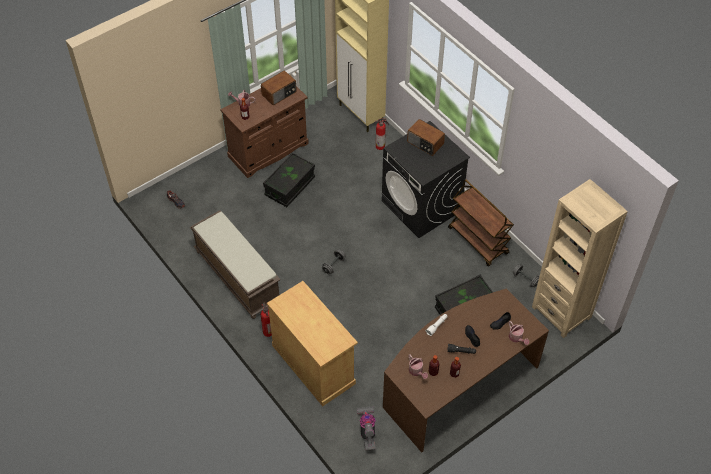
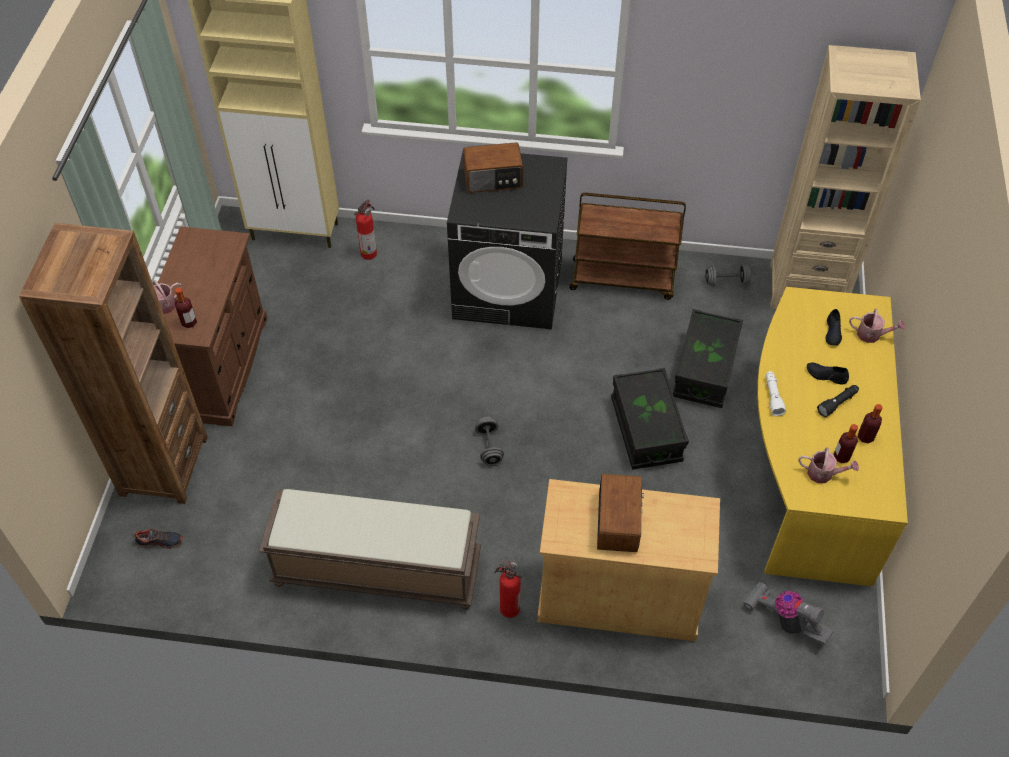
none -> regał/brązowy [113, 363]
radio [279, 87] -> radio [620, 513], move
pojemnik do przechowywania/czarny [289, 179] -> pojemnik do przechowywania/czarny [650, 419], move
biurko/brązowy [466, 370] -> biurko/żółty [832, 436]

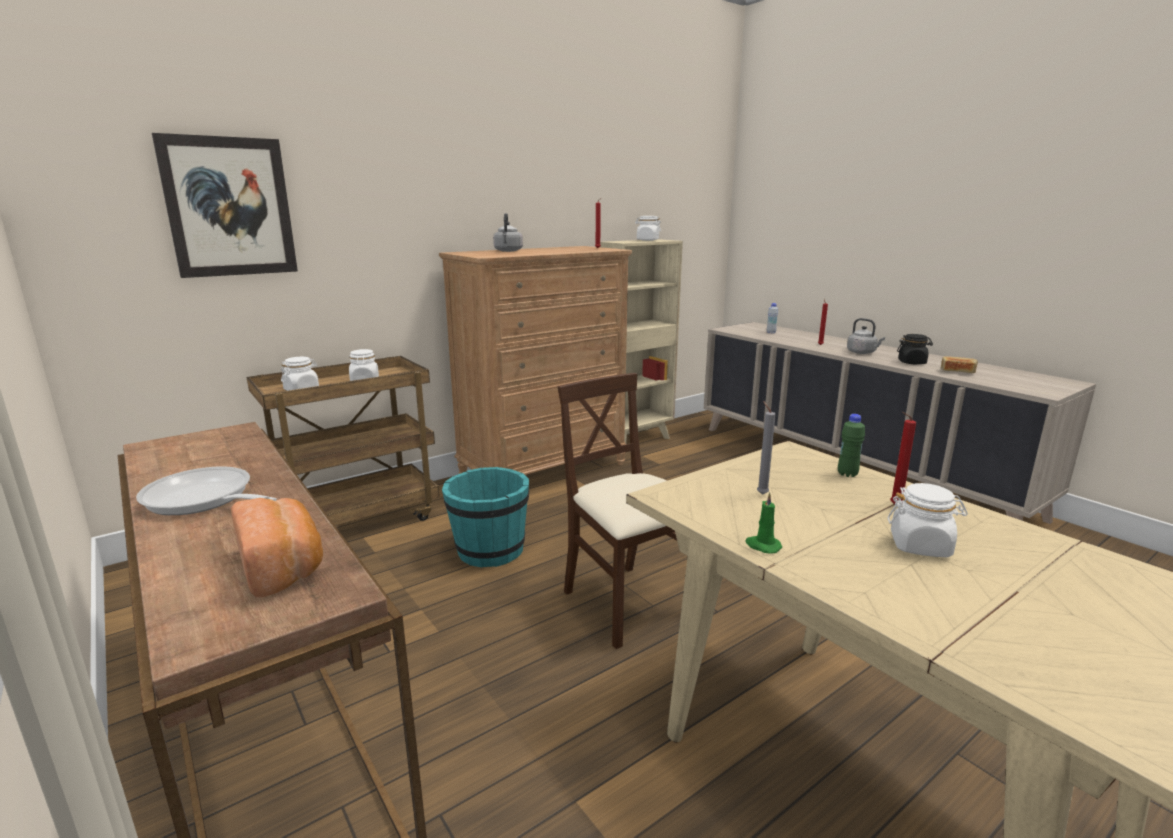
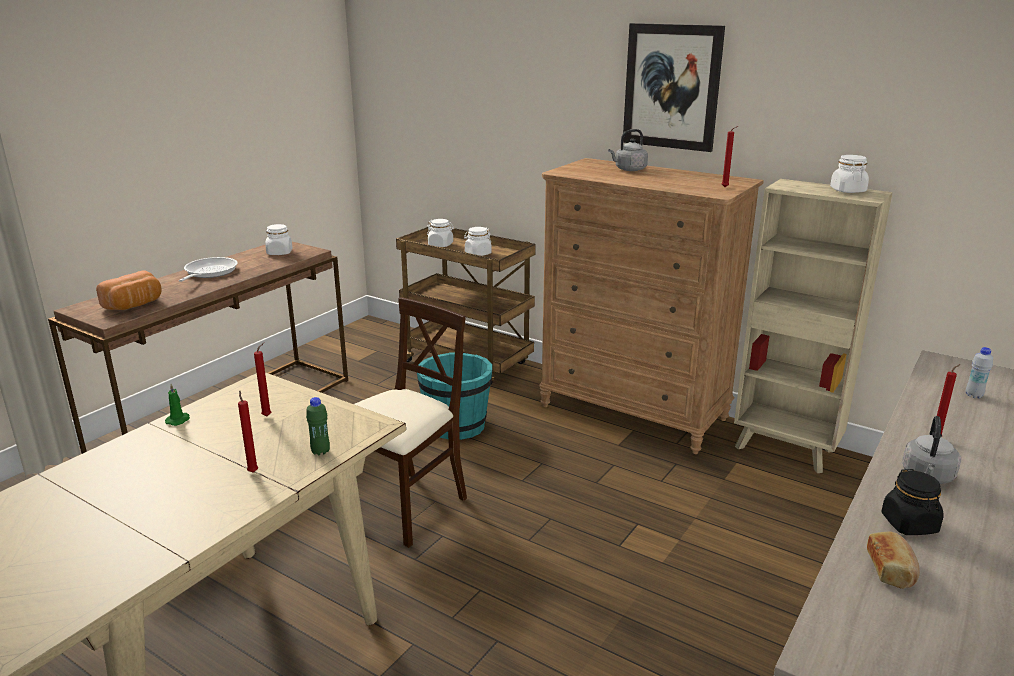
obraz [225, 205] -> obraz [674, 87], move
słoik/biały [928, 520] -> słoik/biały [278, 239], move
świeca/szary [766, 448] -> świeca/czerwony [262, 379]

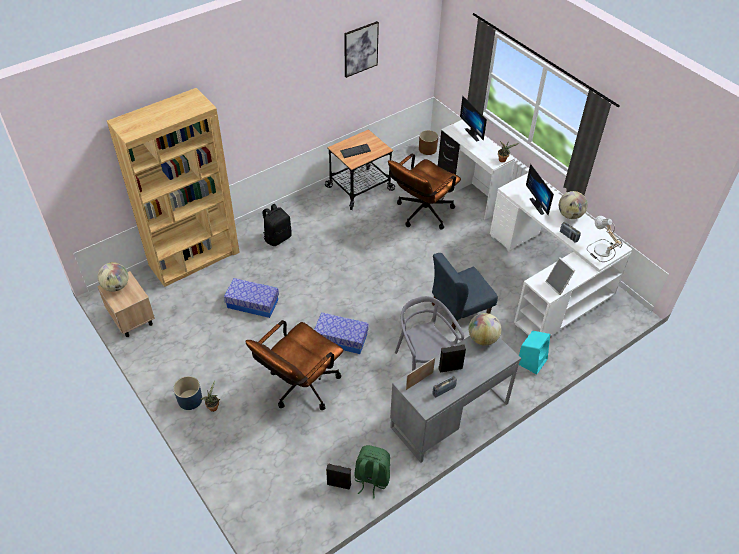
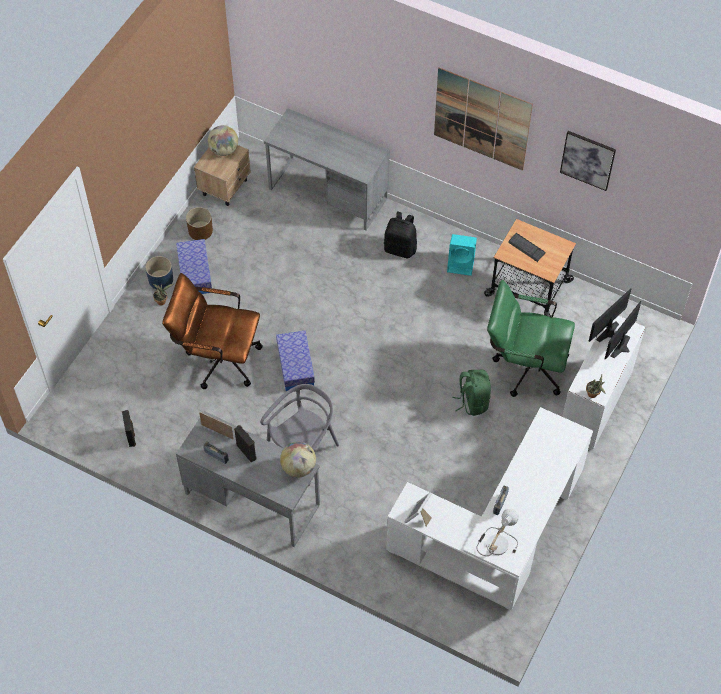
krzesło/niebieski [465, 291] -> none
globus [573, 205] -> none
none -> obraz [483, 119]
pojemnik do przechowywania [251, 298] -> pojemnik do przechowywania [194, 266], move
plecak/zielony [372, 471] -> plecak/zielony [471, 393], move
donica/brązowy [428, 142] -> donica/brązowy [199, 223], move
głośnik/turkusowy [534, 353] -> głośnik/turkusowy [462, 255], move
monitor [540, 189] -> monitor [610, 315], move
regał/brązowy [173, 187] -> biurko/szary [327, 170]
krzesło biurowe/brązowy [424, 191] -> krzesło biurowe/zielony [531, 338]

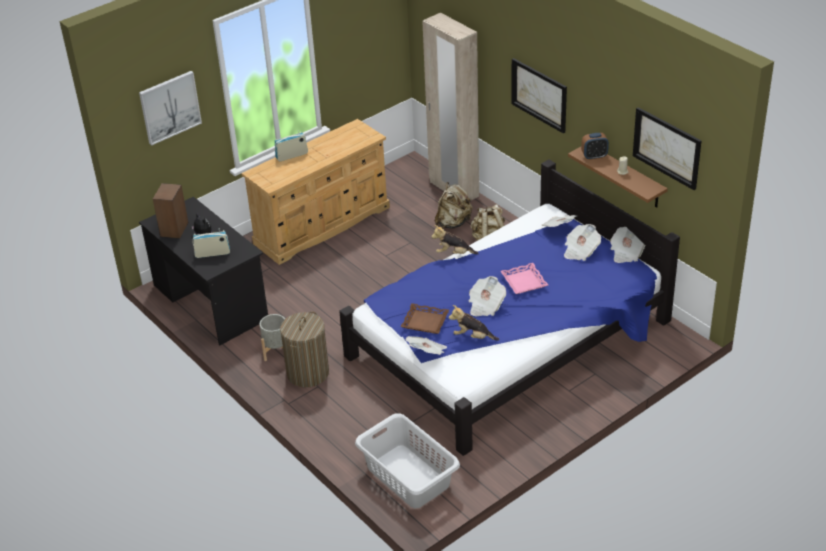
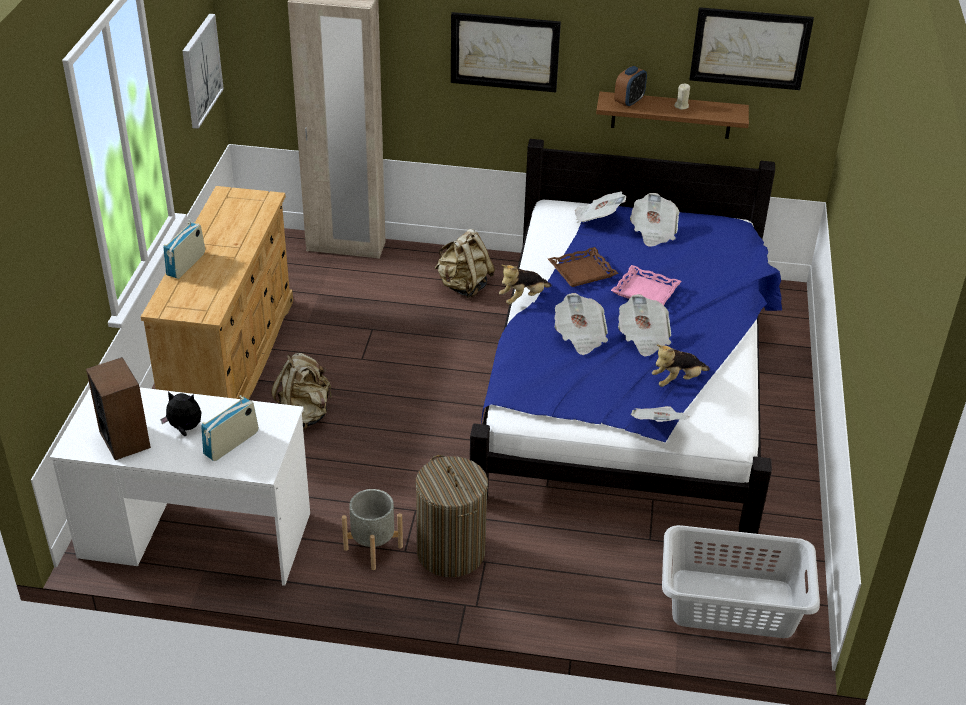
obraz [170, 108] -> obraz [203, 71], move
taca/brązowy [424, 318] -> taca/brązowy [583, 267], move
plecak/beżowy [453, 205] -> plecak/beżowy [301, 391], move
gazeta [627, 245] -> gazeta [581, 324], move
biurko/czarny [203, 271] -> biurko/biały [180, 486]

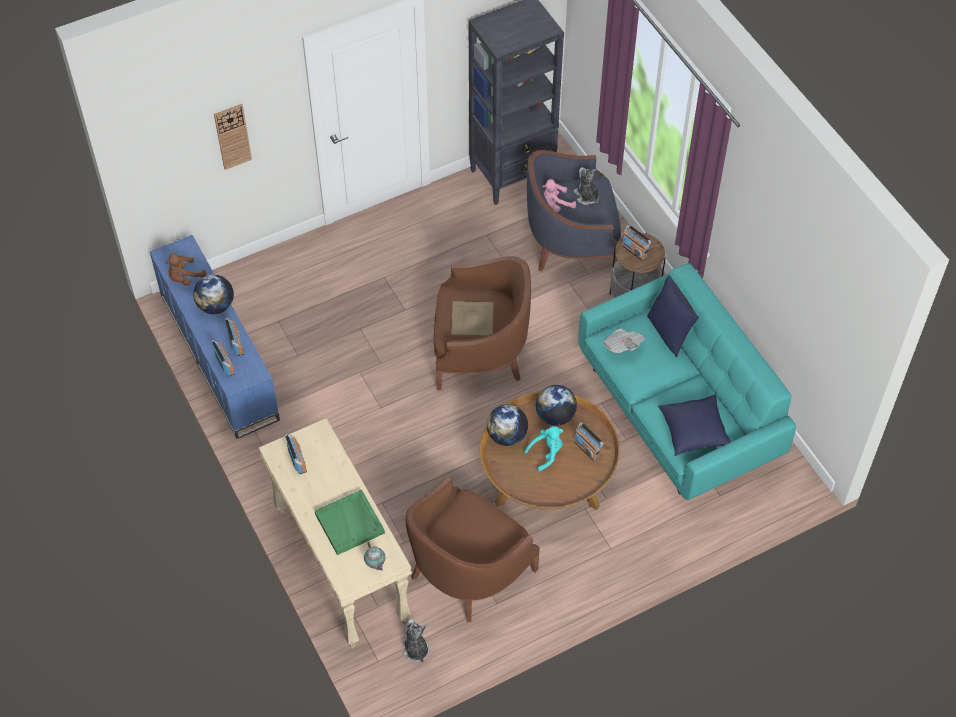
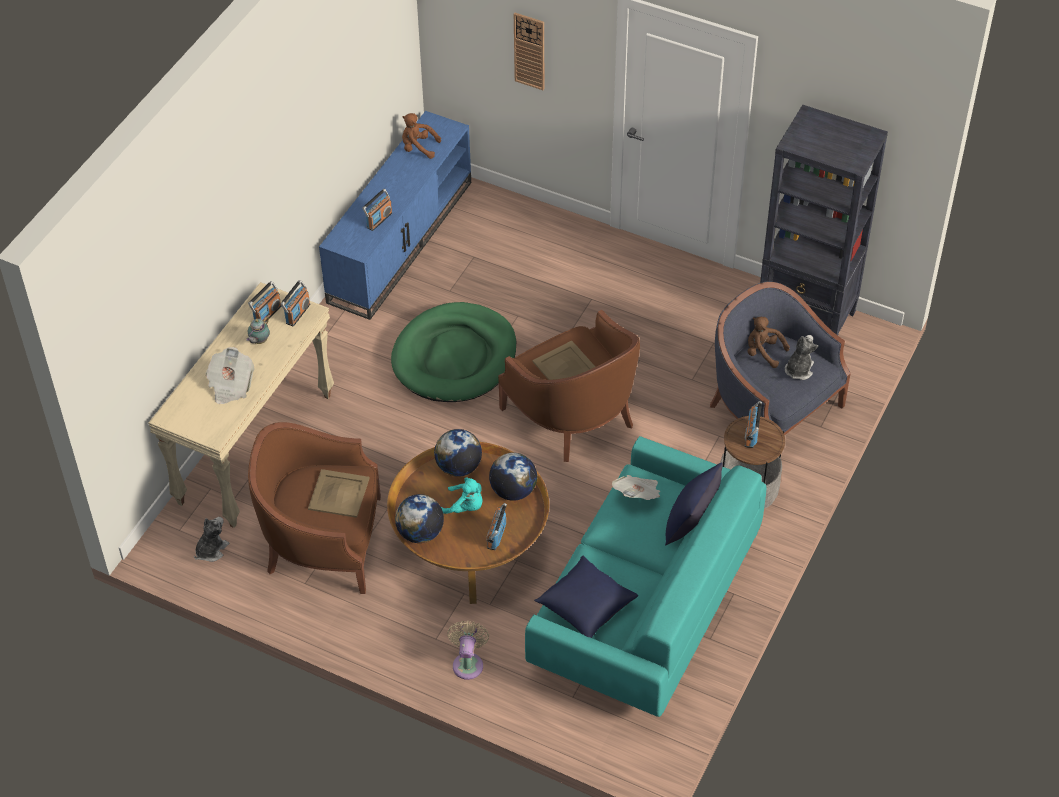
none -> taca/beżowy [339, 493]
none -> legowisko/zielony [453, 352]
none -> wentylator/beżowy [468, 650]
globus [213, 294] -> globus [419, 518], move
radio [223, 358] -> radio [295, 303], move
imbryk [374, 556] -> imbryk [258, 329], move
taca/zielony [350, 522] -> gazeta [230, 375]
pluszak/różowy [559, 195] -> pluszak/brązowy [769, 342]

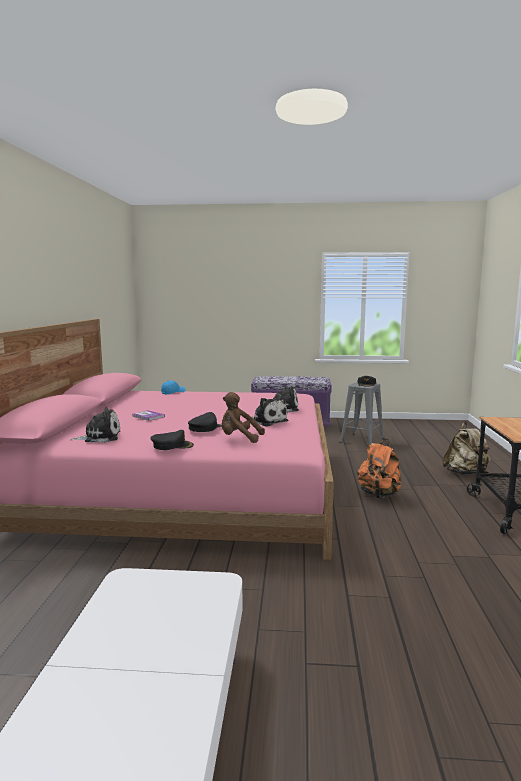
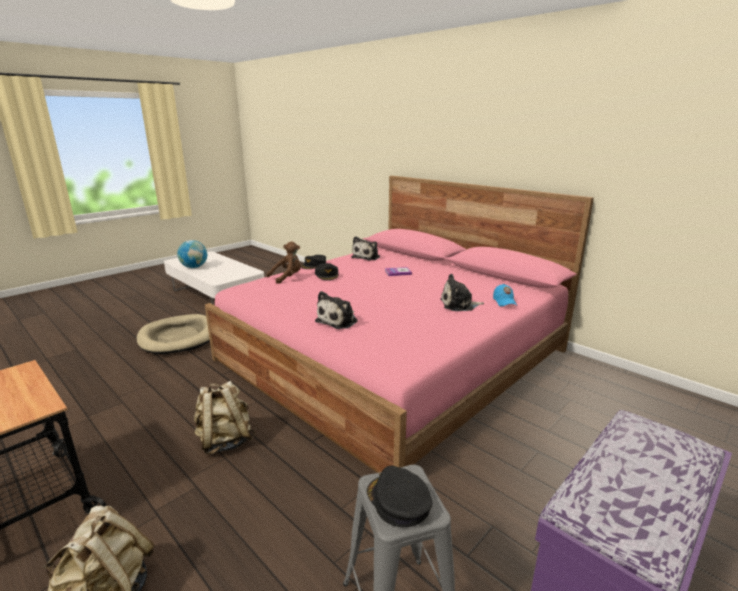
none -> legowisko/beżowy [173, 334]
none -> globus [192, 254]
pluszak [270, 412] -> pluszak [462, 292], move
plecak/pomarańczowy [379, 468] -> plecak/beżowy [224, 418]

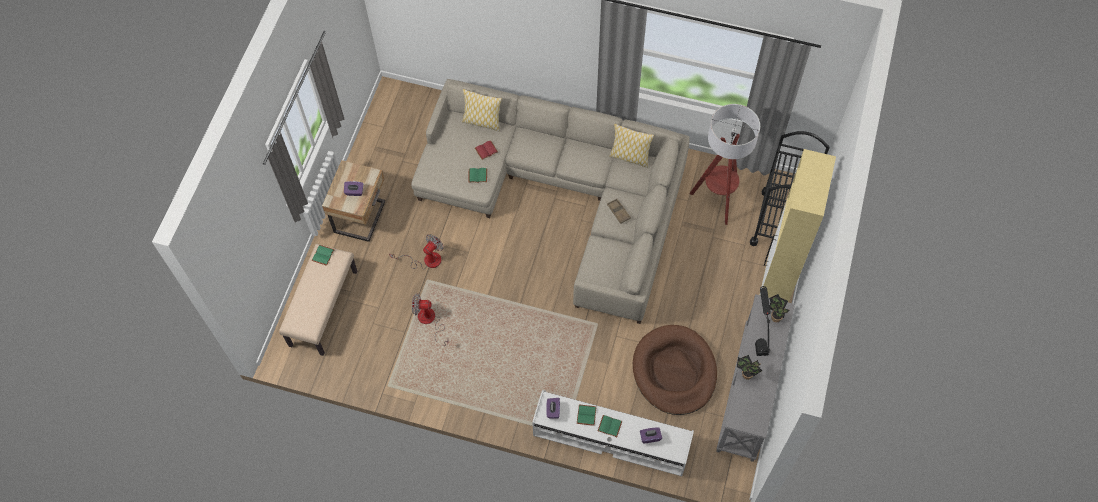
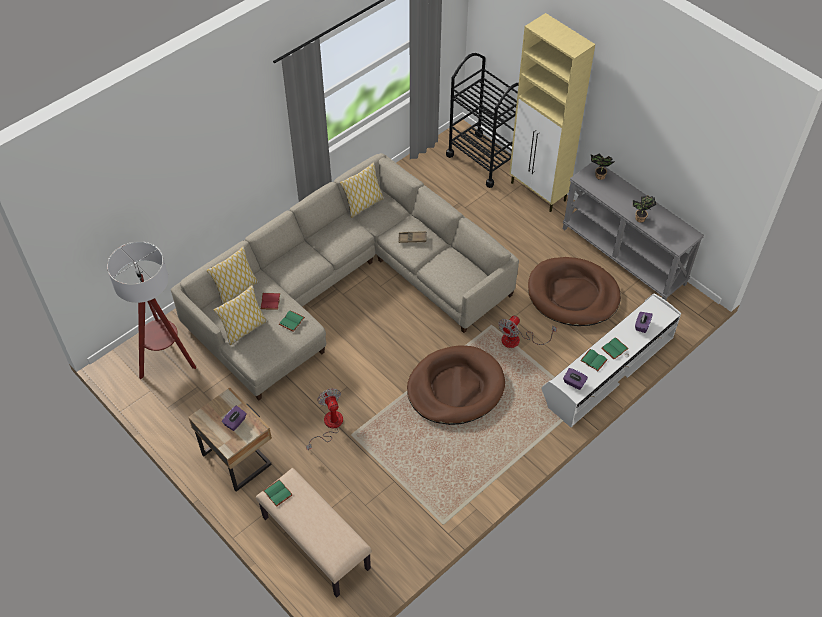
lampa stołowa/czarny [763, 321] -> none
none -> poduszka [240, 315]
none -> legowisko/brązowy [456, 385]
wentylator [430, 319] -> wentylator [527, 332], move
lampa stojąca [725, 164] -> lampa stojąca [151, 310], move

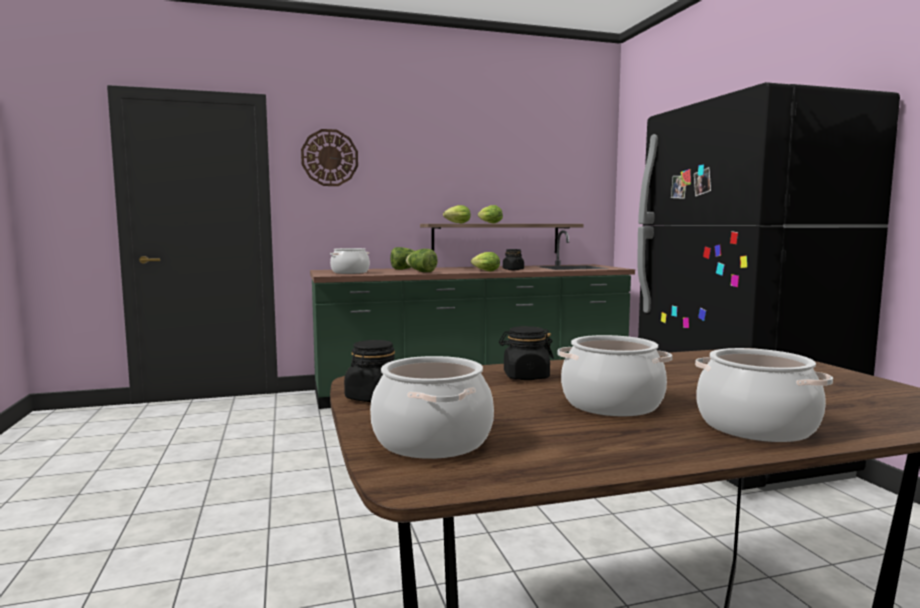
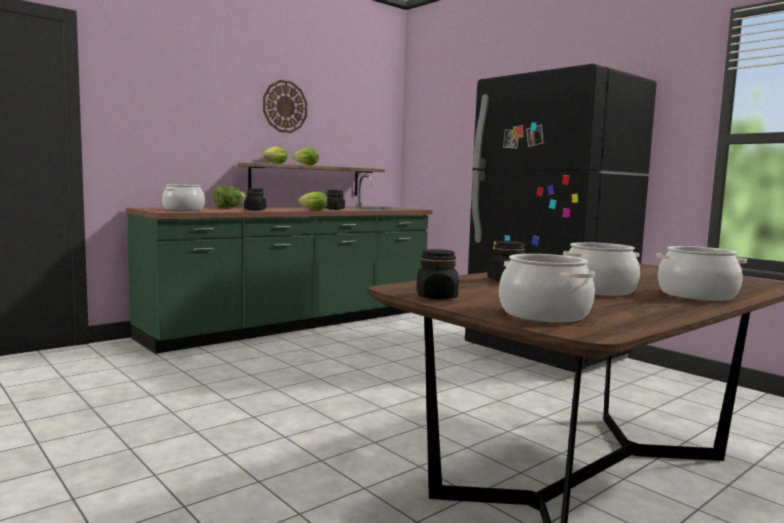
zegar ścienny [329, 157] -> zegar ścienny [285, 106], move
sałata [422, 260] -> słoik/czarny [255, 199]

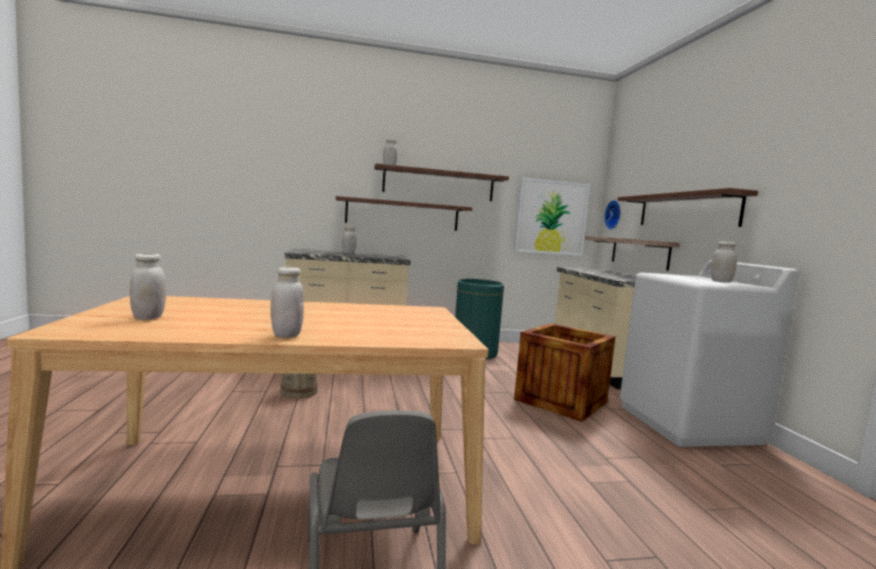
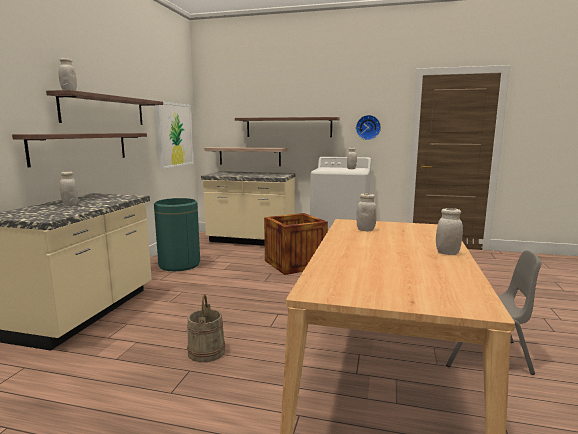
słoik/biały [148, 286] -> słoik/biały [366, 212], move
zegar ścienny [612, 215] -> zegar ścienny [368, 127], move

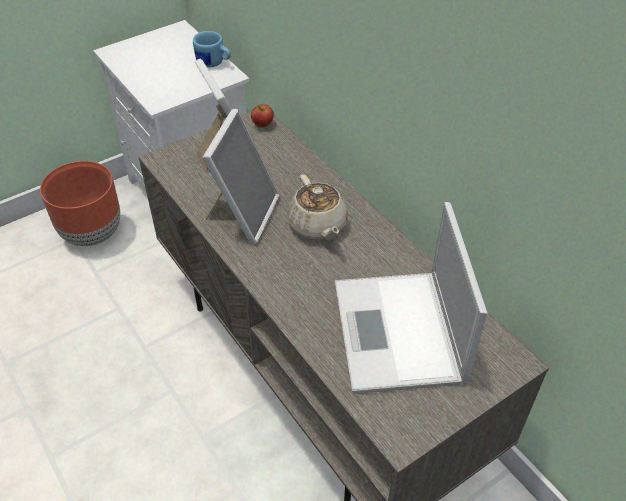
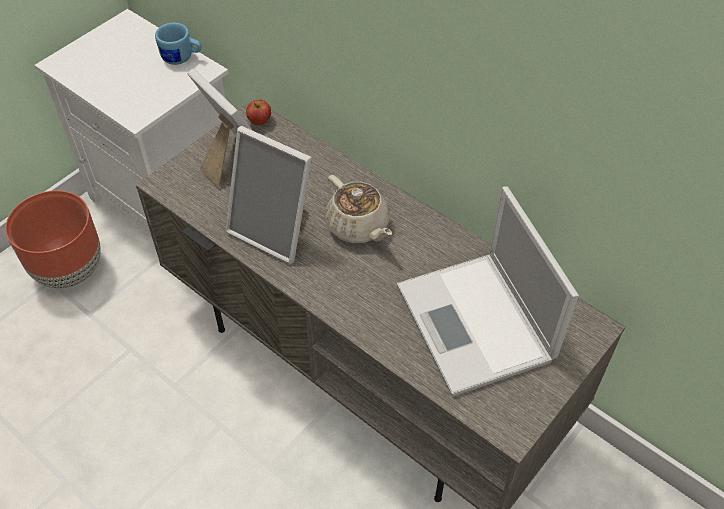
ramka na zdjęcie [240, 177] -> ramka na zdjęcie [269, 195], 120 degrees clockwise

